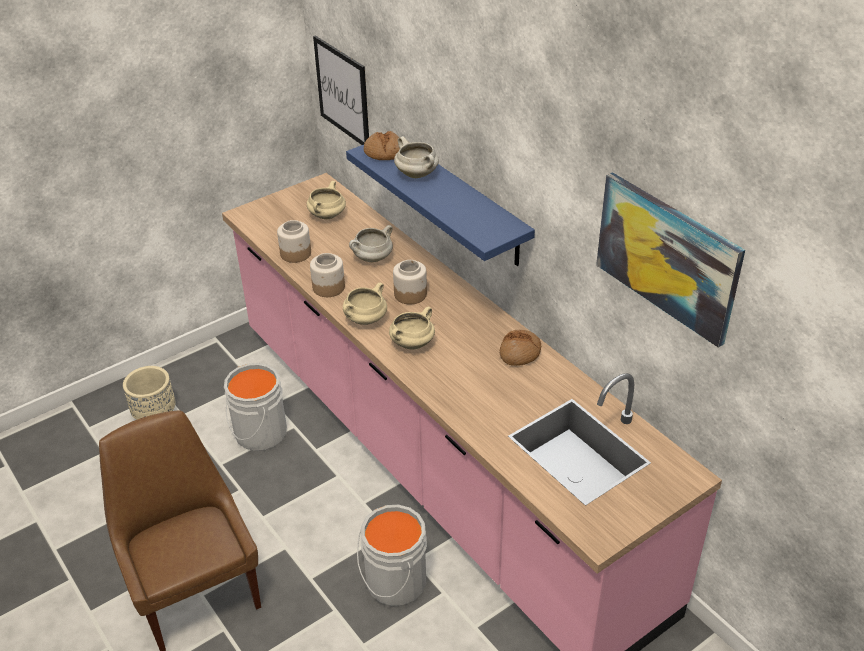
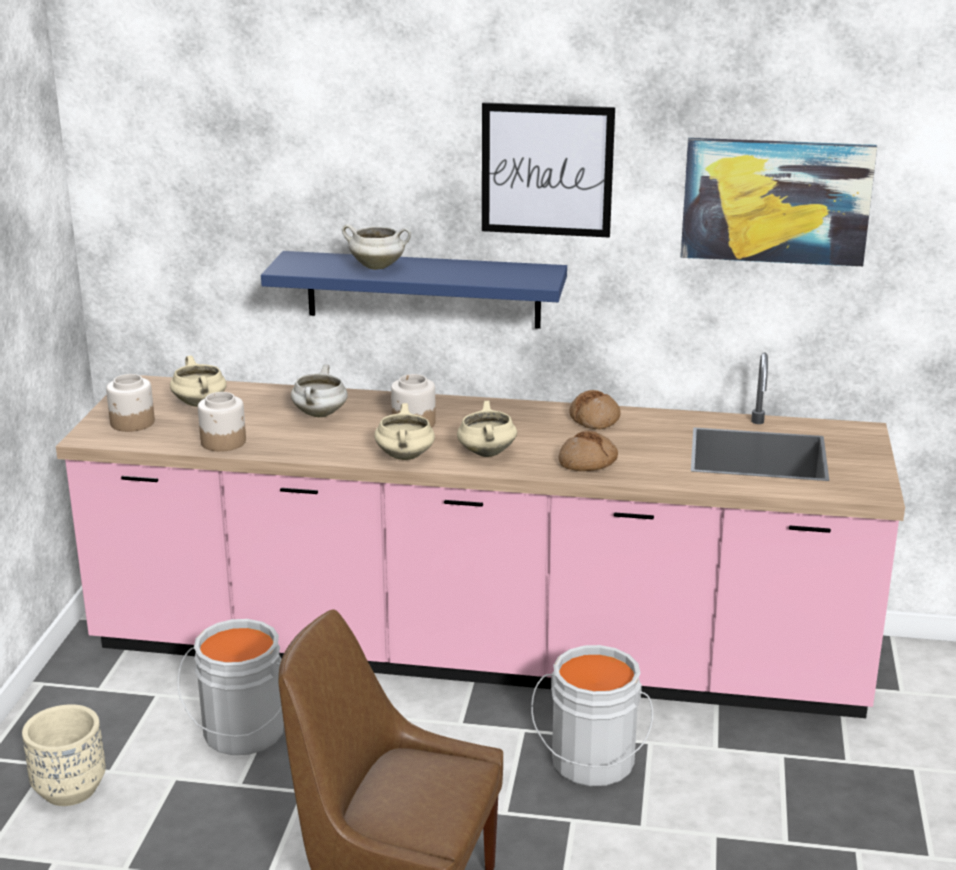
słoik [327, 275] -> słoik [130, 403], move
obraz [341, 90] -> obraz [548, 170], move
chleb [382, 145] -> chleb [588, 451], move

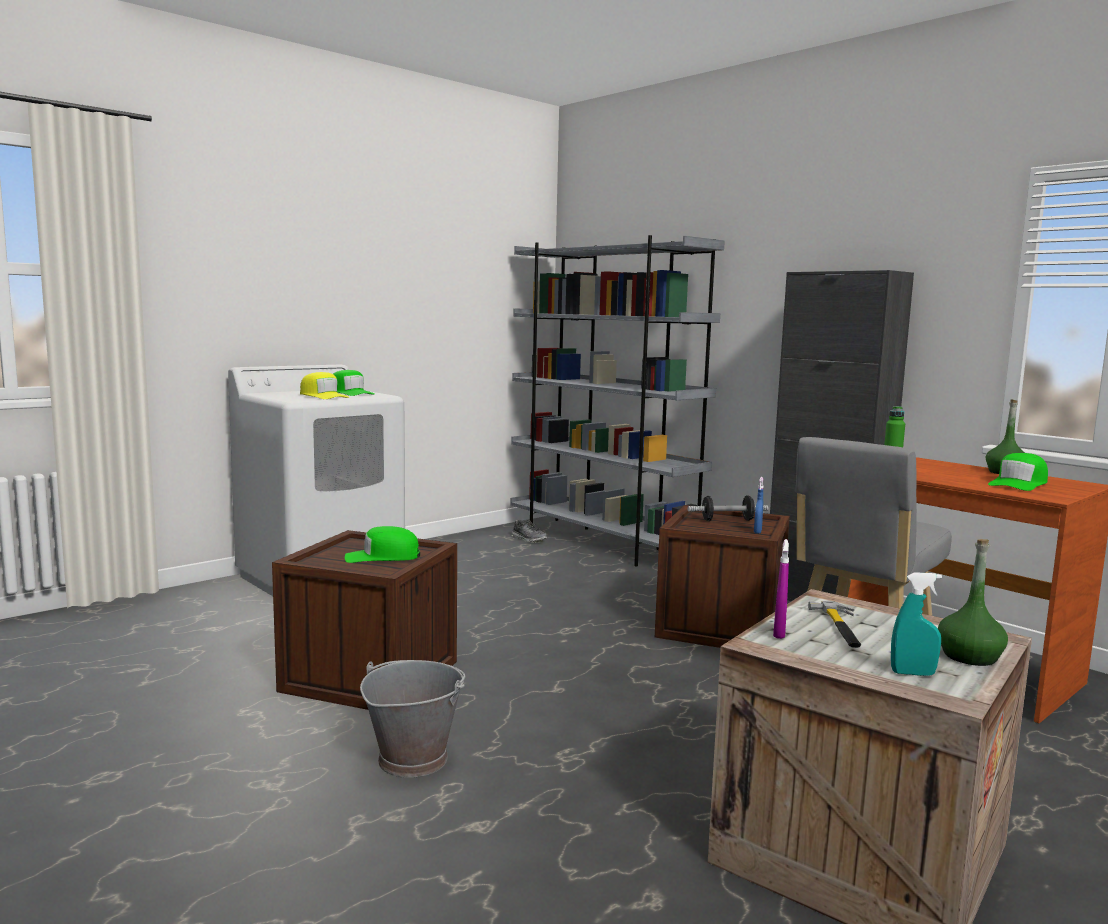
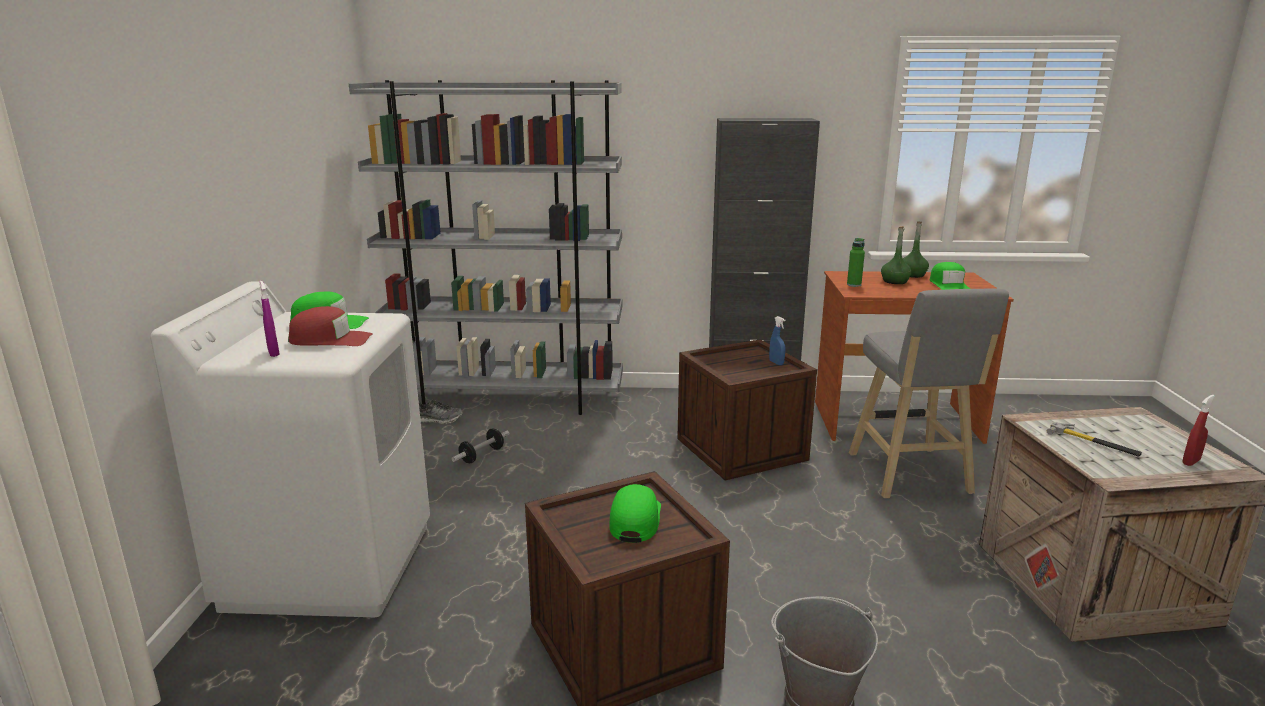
hantel [728, 508] -> hantel [480, 445], move
spryskiwacz/fioletowy [781, 589] -> spryskiwacz/fioletowy [269, 319], move
butelka/zielony [973, 602] -> butelka/zielony [896, 255], move
czapka z daszkiem/żółty [324, 385] -> czapka z daszkiem/czerwony [330, 326]
spryskiwacz/turkusowy [916, 624] -> spryskiwacz/czerwony [1198, 430]
czapka z daszkiem/zielony [382, 544] -> czapka z daszkiem/zielony [635, 513], 150 degrees clockwise

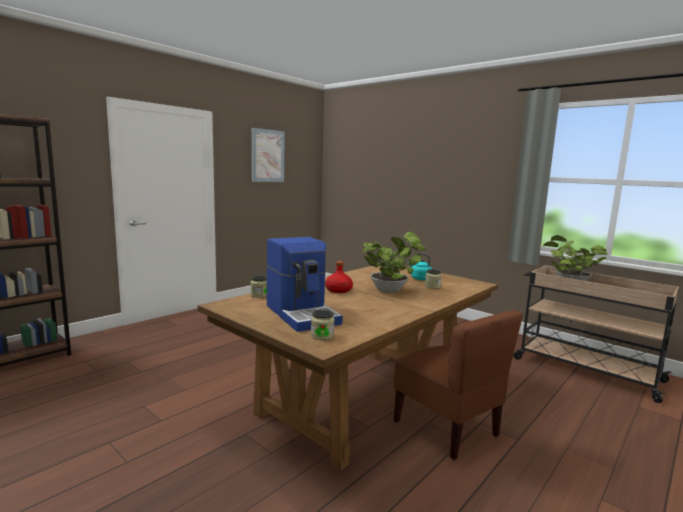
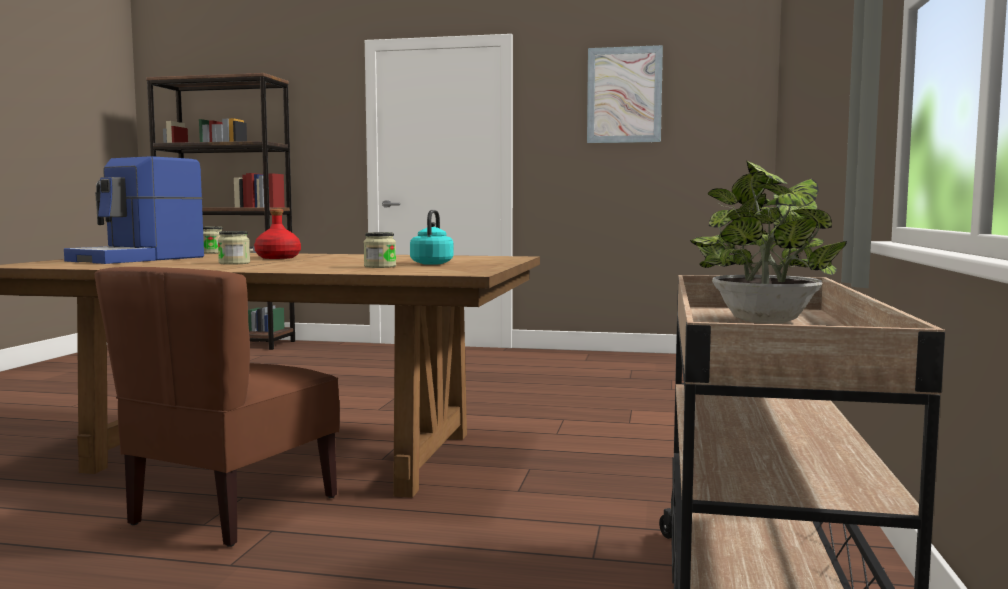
roślina doniczkowa [394, 262] -> none
słoik [322, 325] -> słoik [234, 248], move

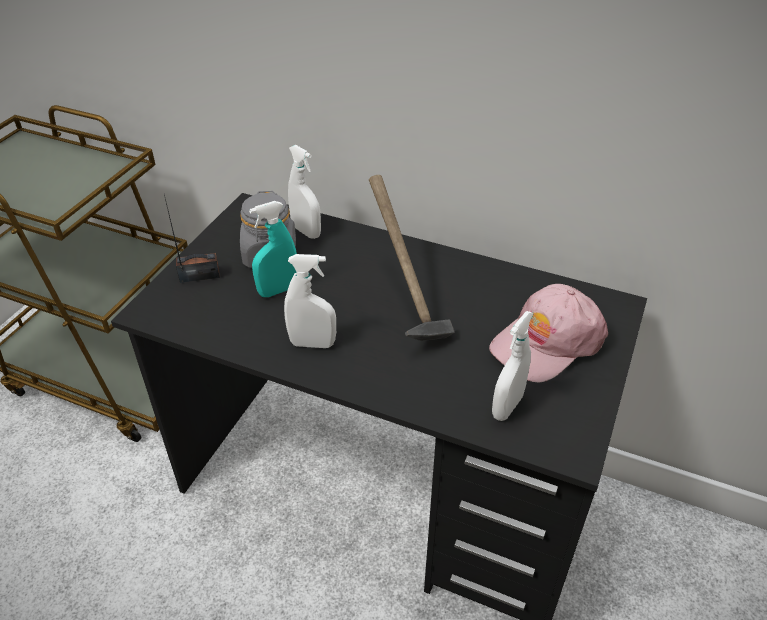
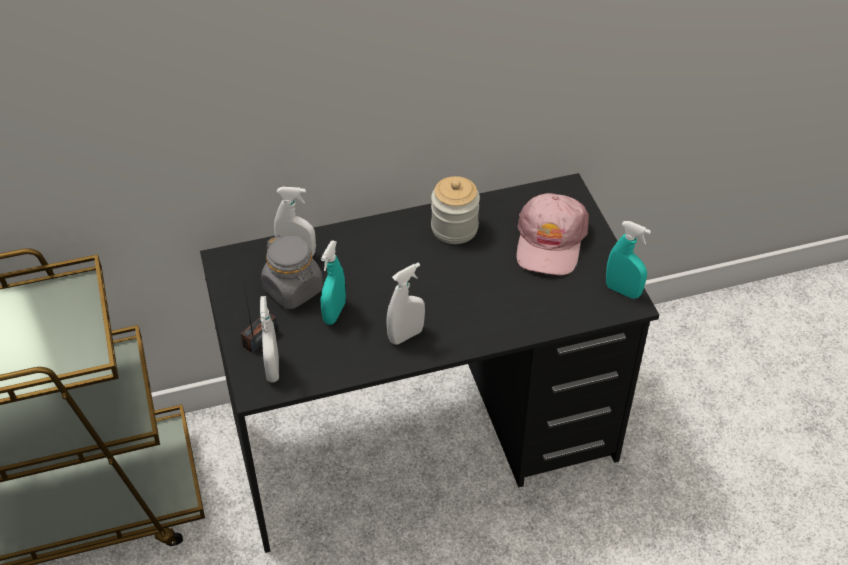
młotek [412, 258] -> none
none -> słoik [455, 210]
none -> spryskiwacz/turkusowy [628, 260]
spryskiwacz/biały [513, 366] -> spryskiwacz/biały [269, 339], move

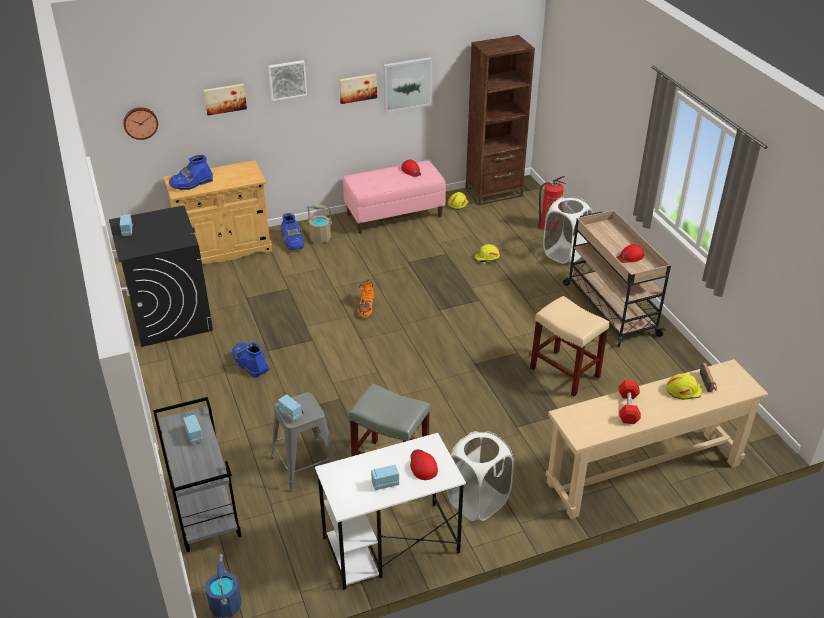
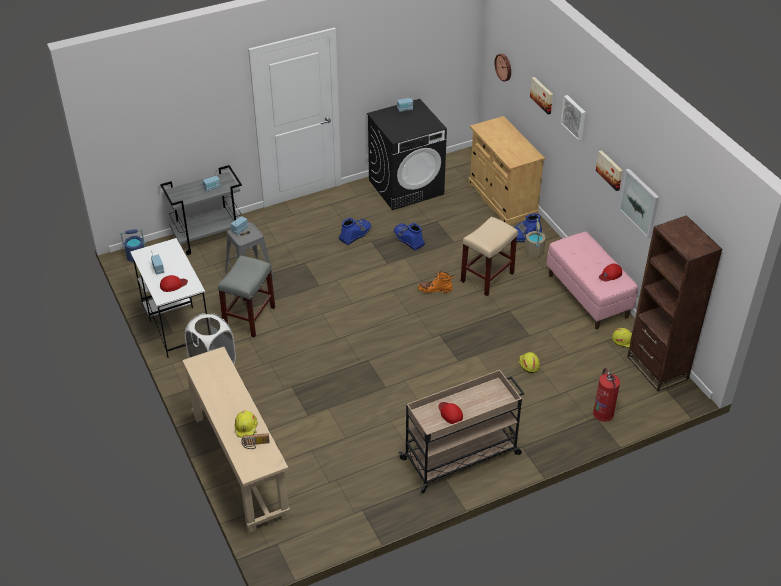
kosz na pranie/biały [568, 230] -> none
hantel/czerwony [630, 402] -> none
but z cholewką/niebieski [191, 172] -> but z cholewką/niebieski [409, 237], move
stołek/beżowy [569, 346] -> stołek/beżowy [489, 256], move

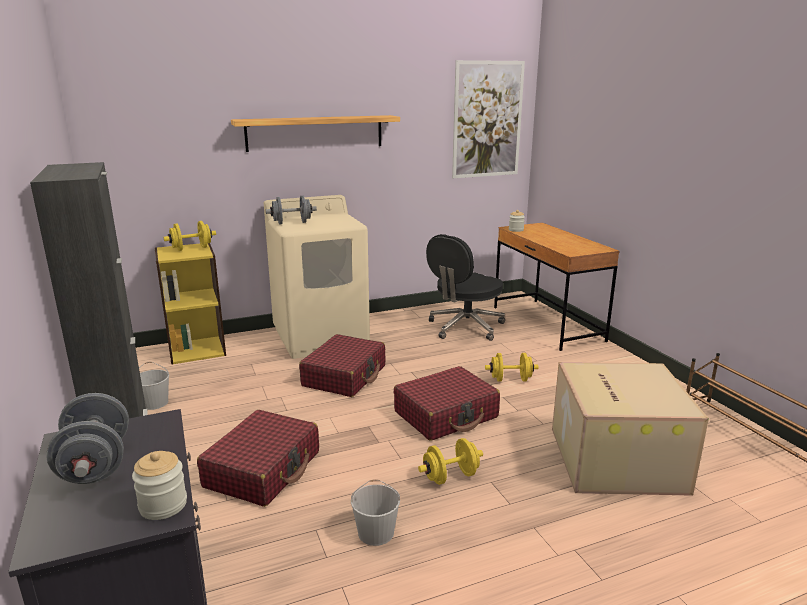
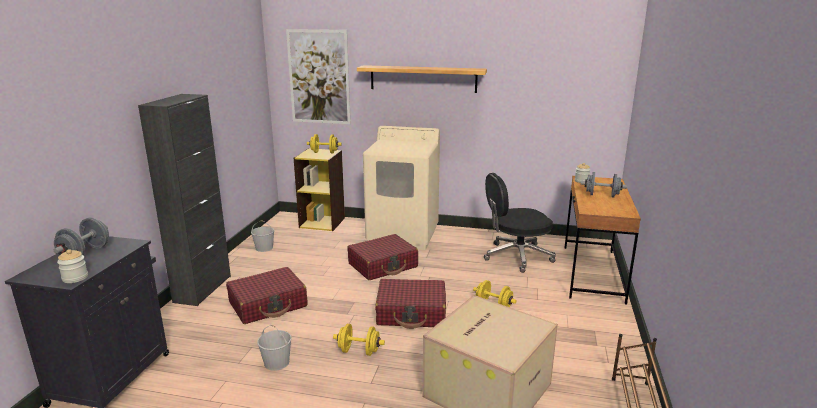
hantel/szary [291, 210] -> hantel/szary [604, 184], move
obraz [488, 119] -> obraz [318, 76], move

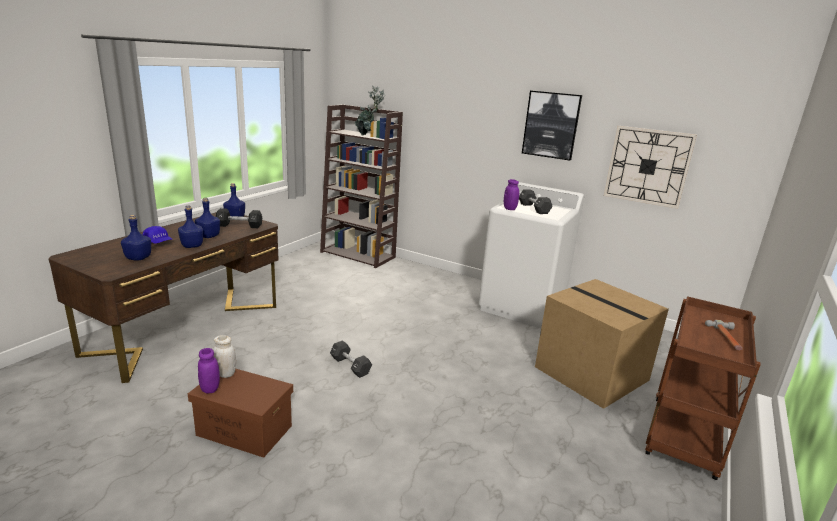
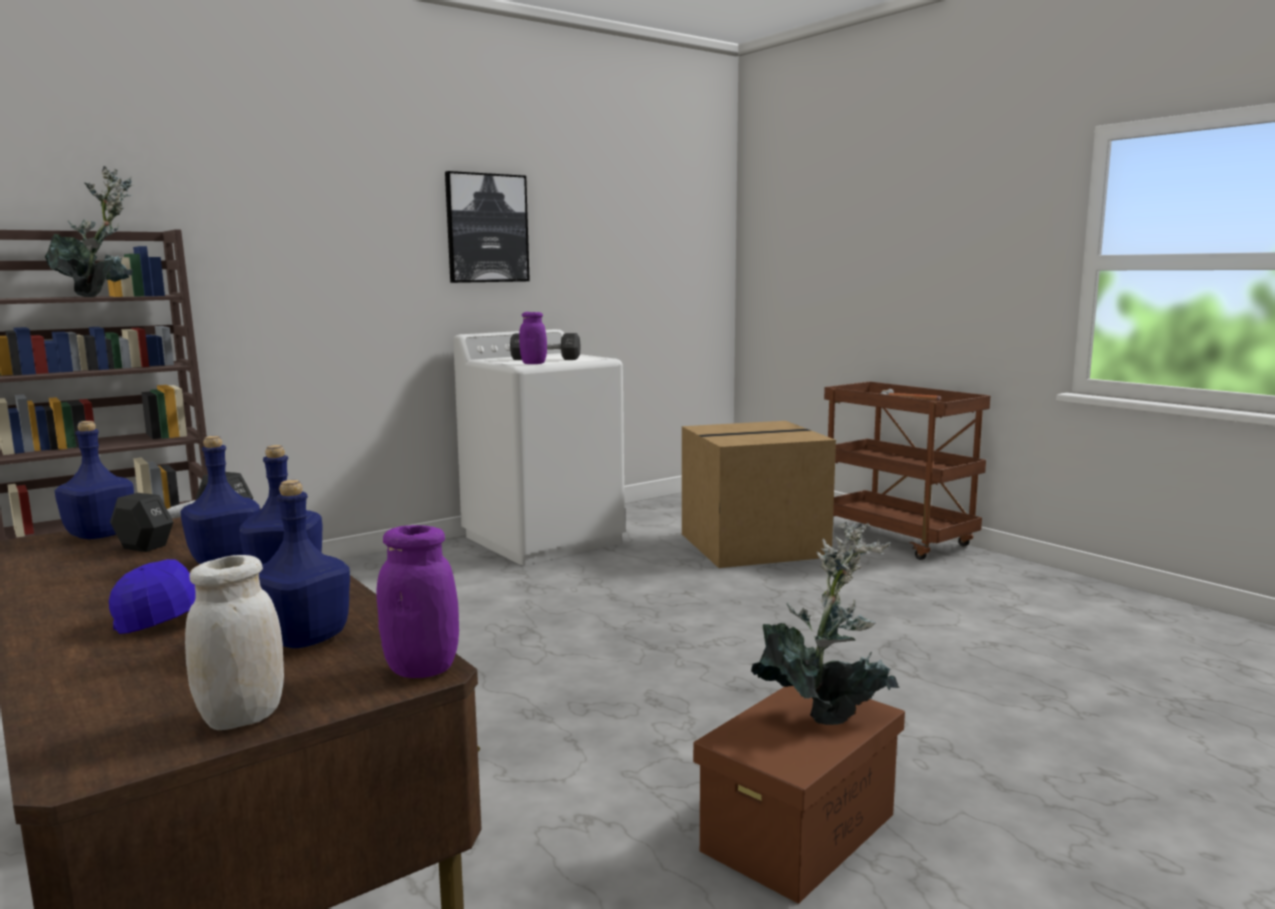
hantel/czarny [351, 359] -> none
zegar ścienny [650, 167] -> none
none -> roślina doniczkowa [825, 623]
słoik/fioletowy [209, 371] -> słoik/fioletowy [418, 601], move
słoik/biały [224, 356] -> słoik/biały [234, 642], move

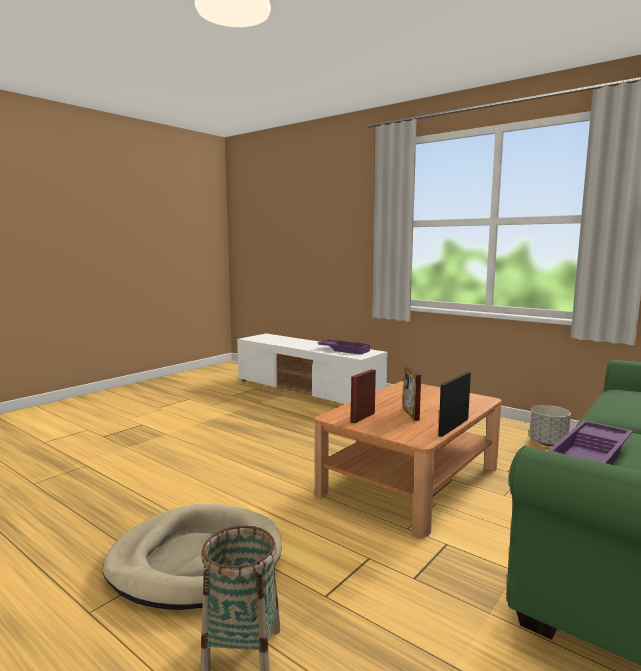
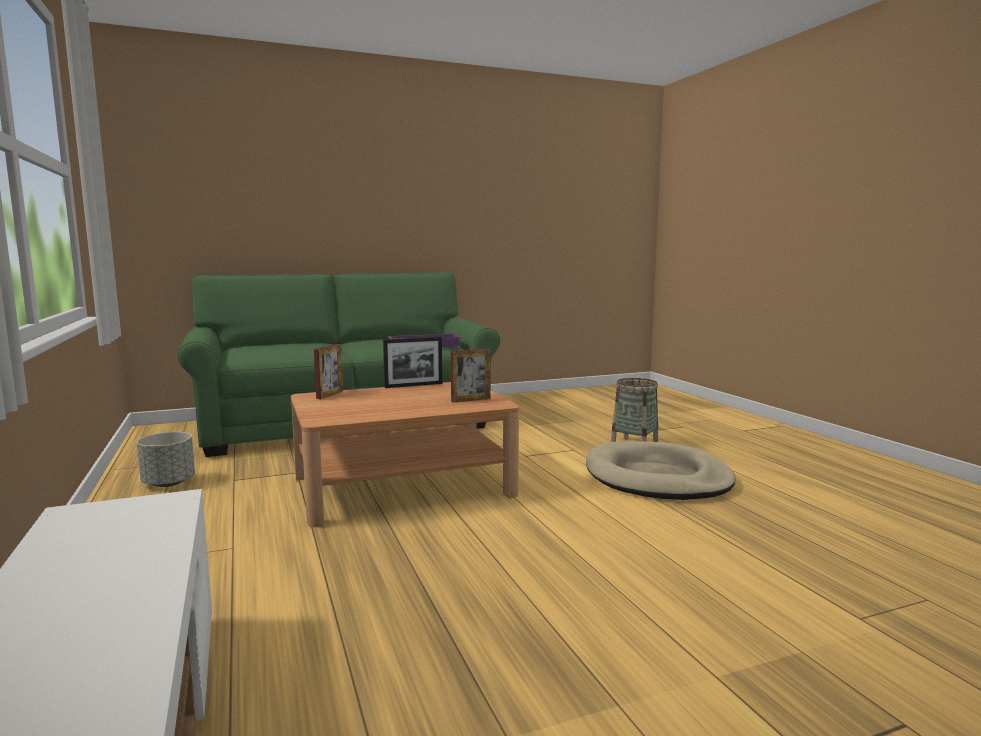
taca/fioletowy [344, 347] -> none
ramka na zdjęcie [412, 393] -> ramka na zdjęcie [328, 371], move

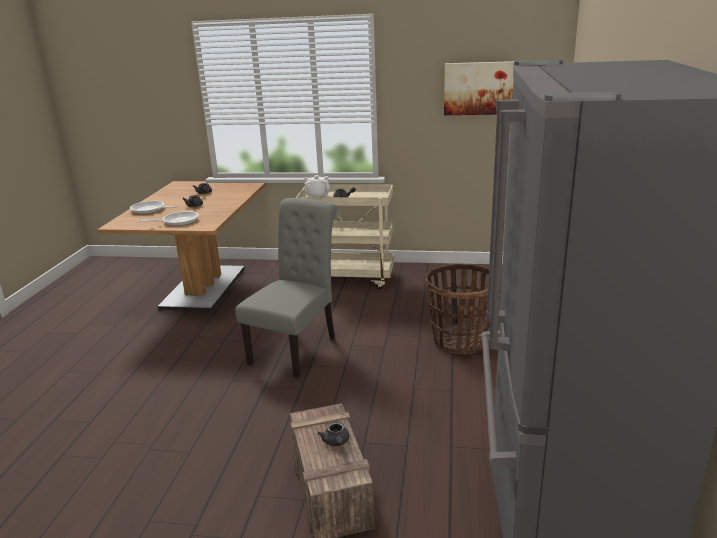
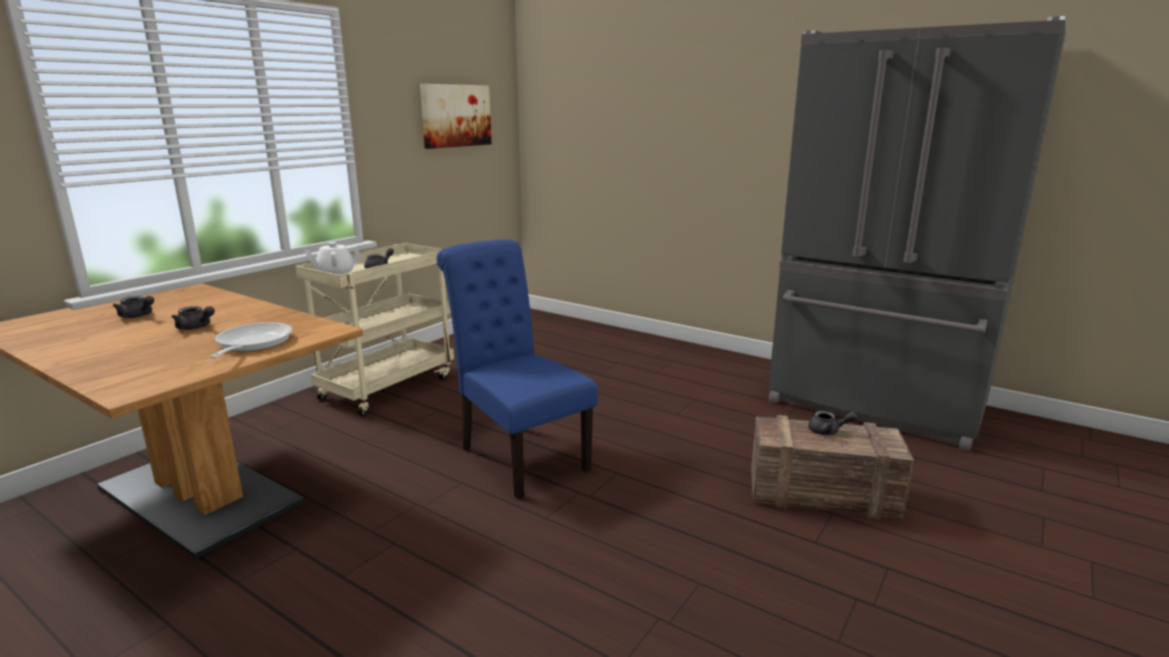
patelnia [153, 207] -> none
koszyk [457, 309] -> none
krzesło/szary [286, 288] -> krzesło/niebieski [517, 369]

